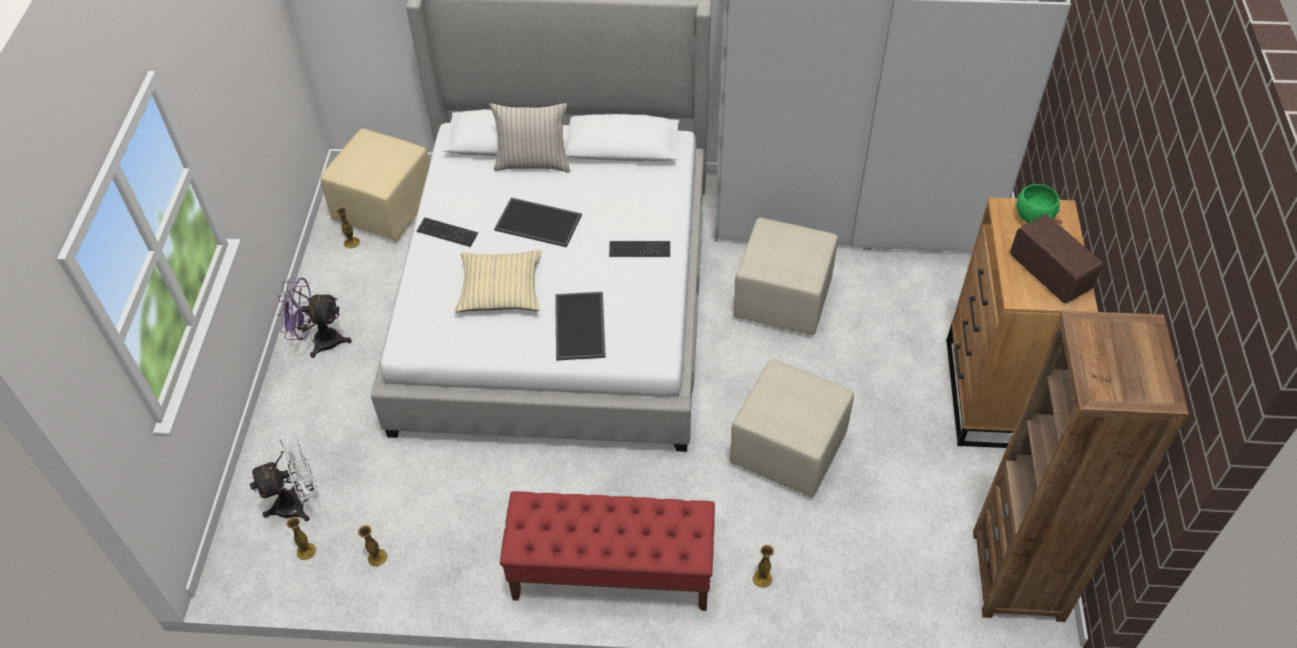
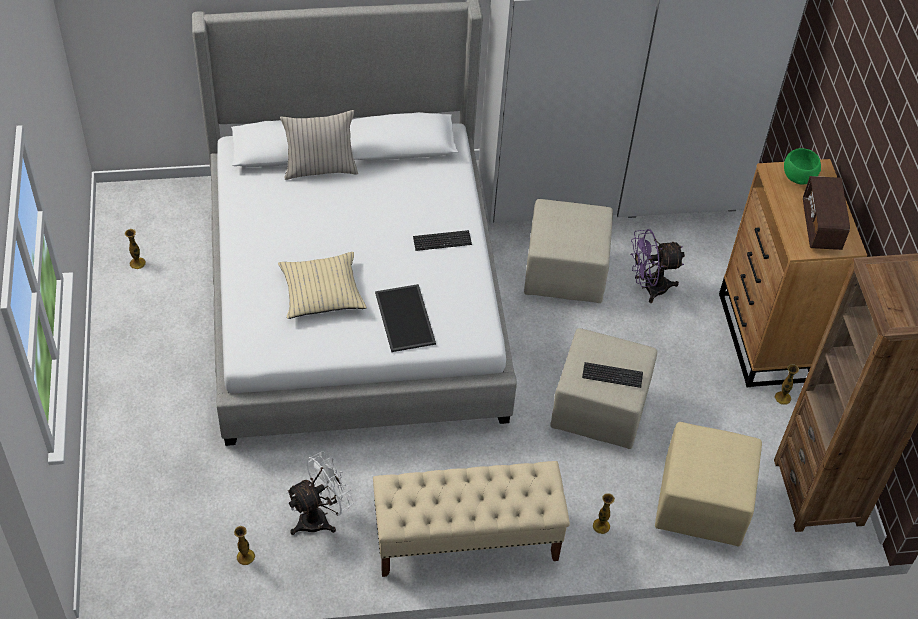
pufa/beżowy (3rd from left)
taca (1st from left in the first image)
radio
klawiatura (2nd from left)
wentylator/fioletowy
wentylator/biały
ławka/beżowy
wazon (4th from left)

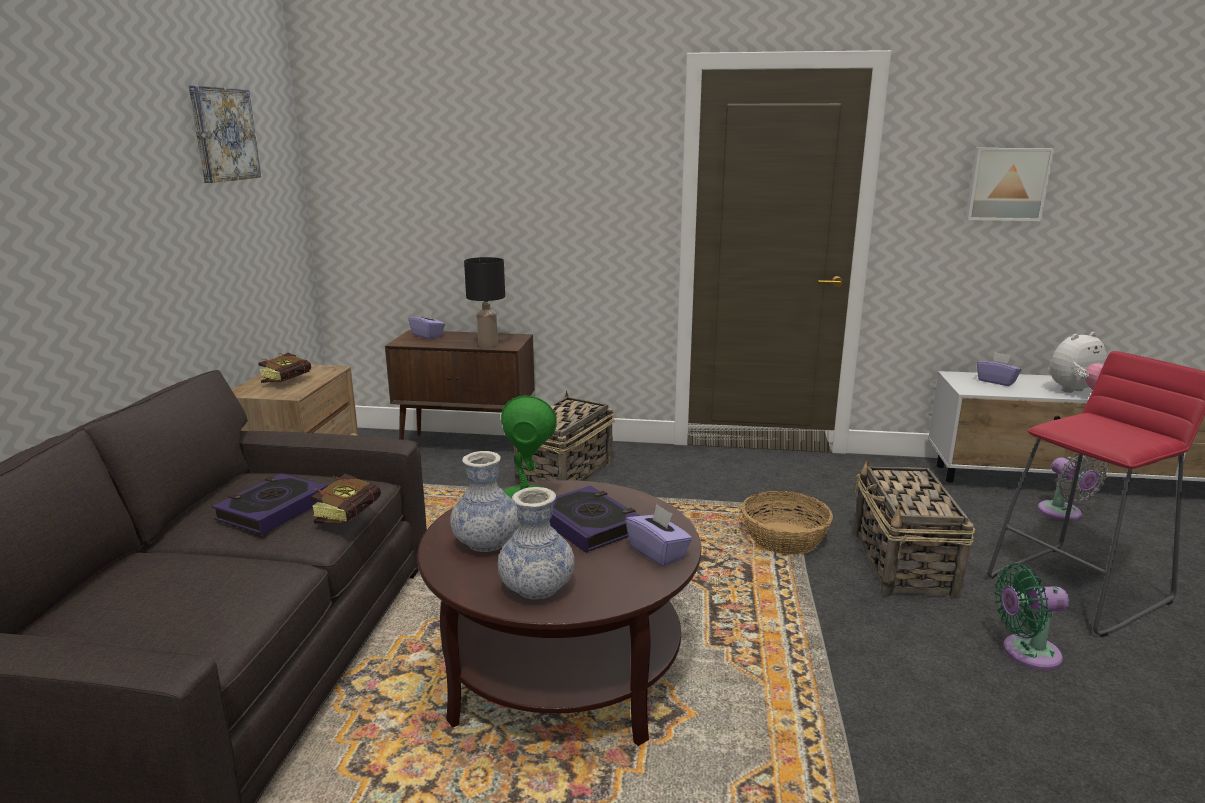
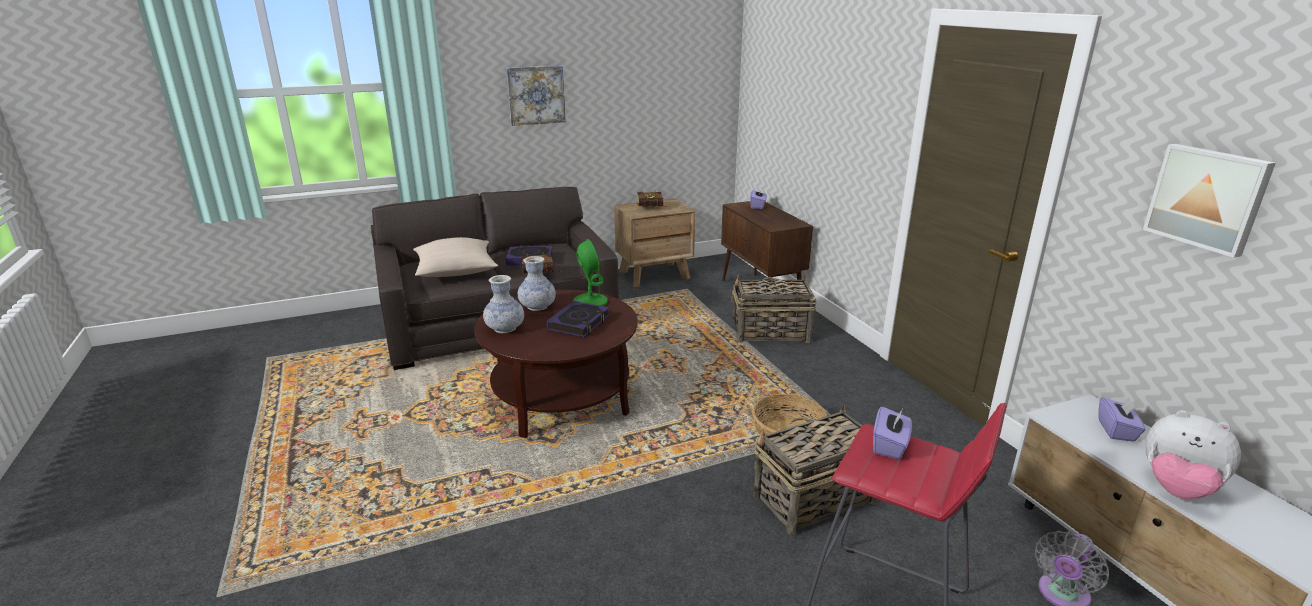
obraz (1st from left)
lampa stołowa/czarny
pudełko chusteczek/fioletowy (2nd from left)
wentylator/zielony
poduszka/beżowy

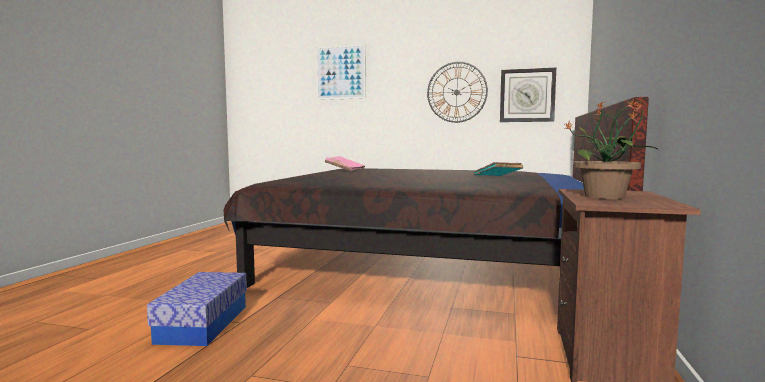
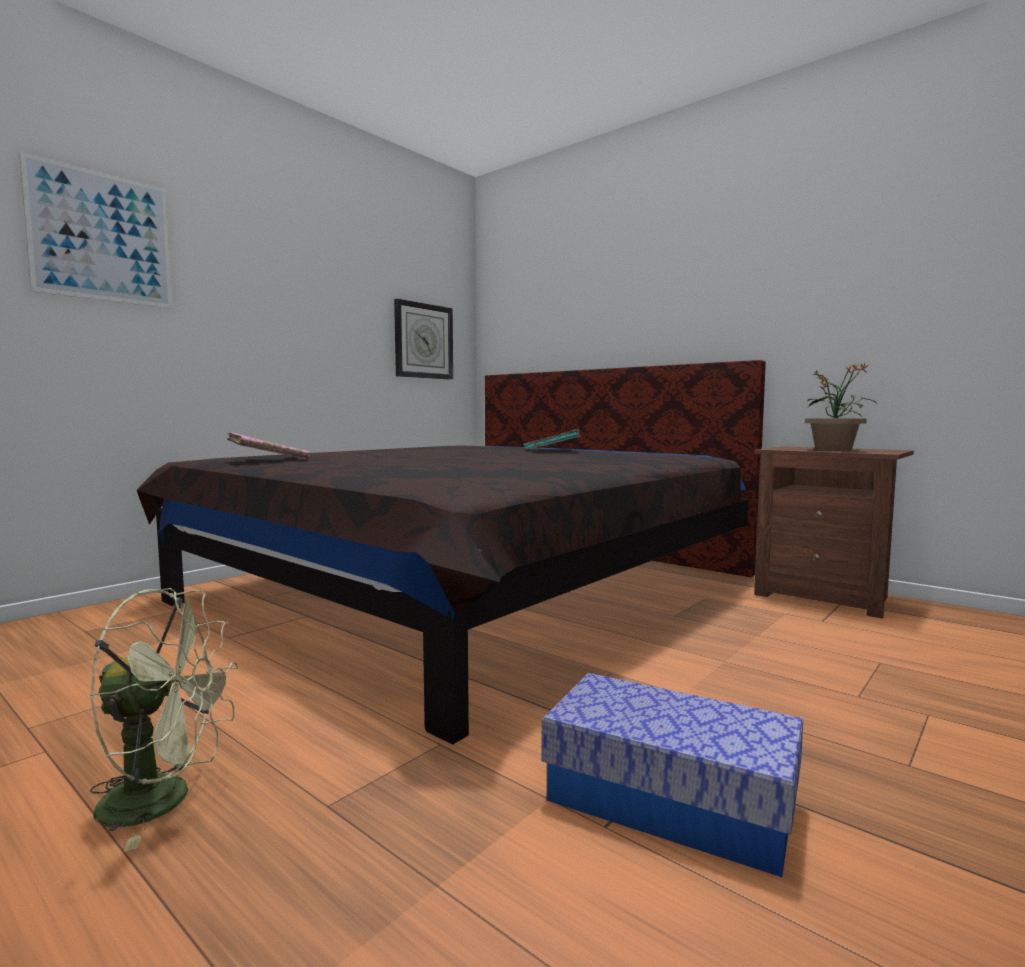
zegar ścienny (1st from left in the first image)
wentylator/zielony

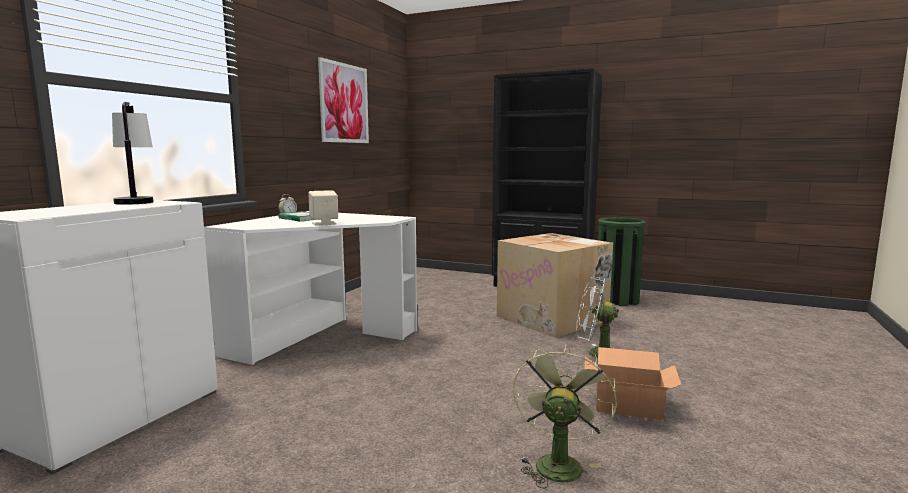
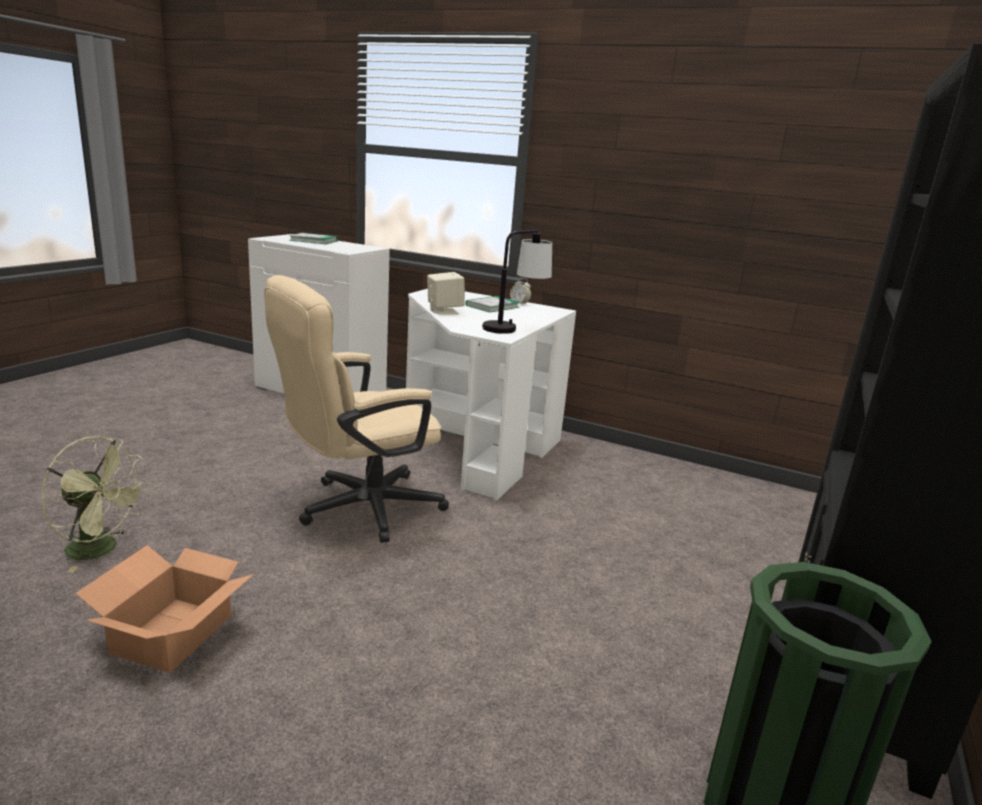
obraz
lampa stołowa
karton (1st from left in the first image)
wentylator/biały
książka (1st from left)
krzesło biurowe/beżowy

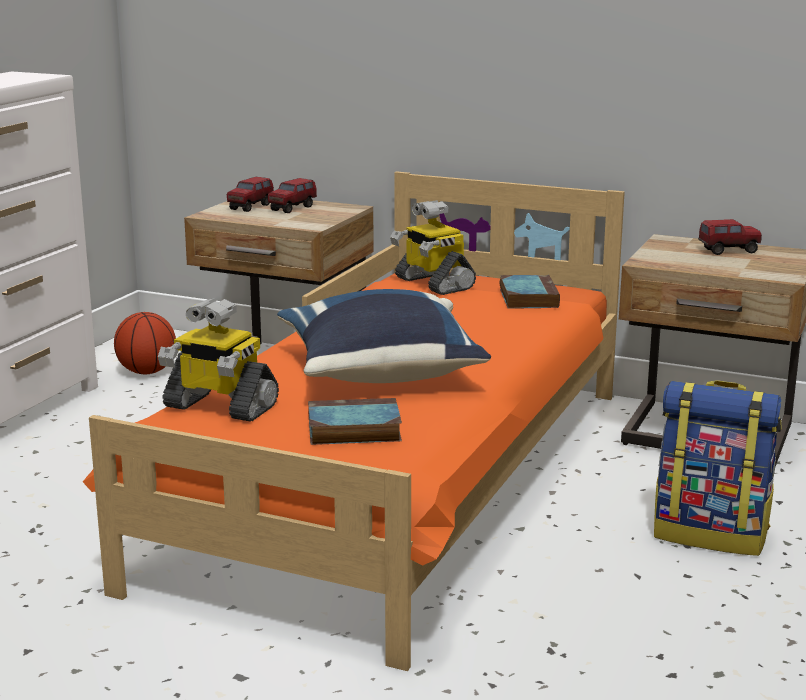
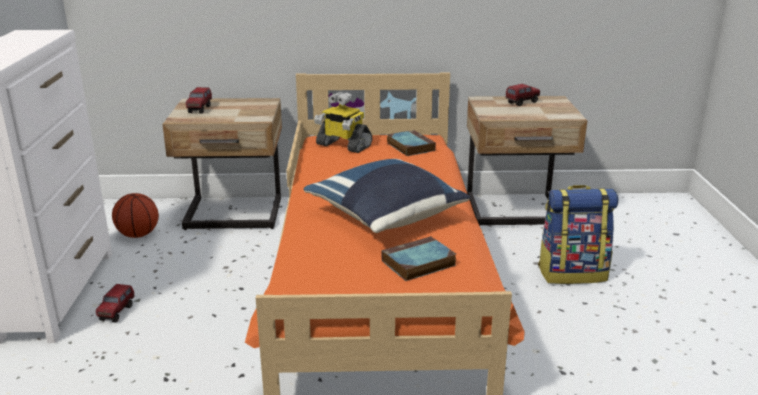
ciężarówka zabawkowa (1st from left)
robot zabawkowy (1st from left in the first image)

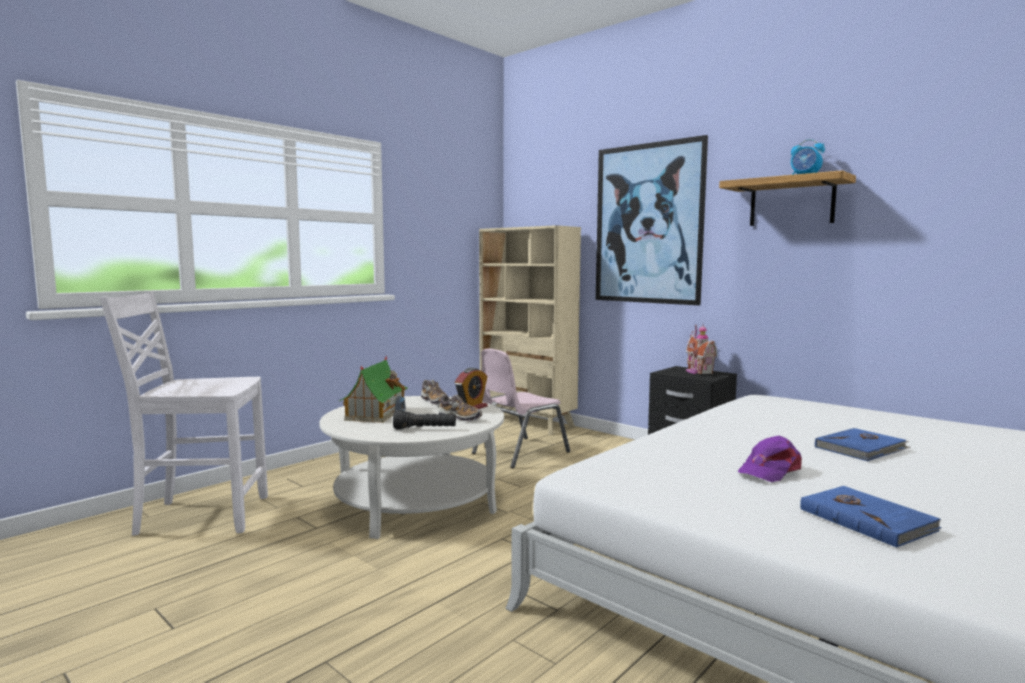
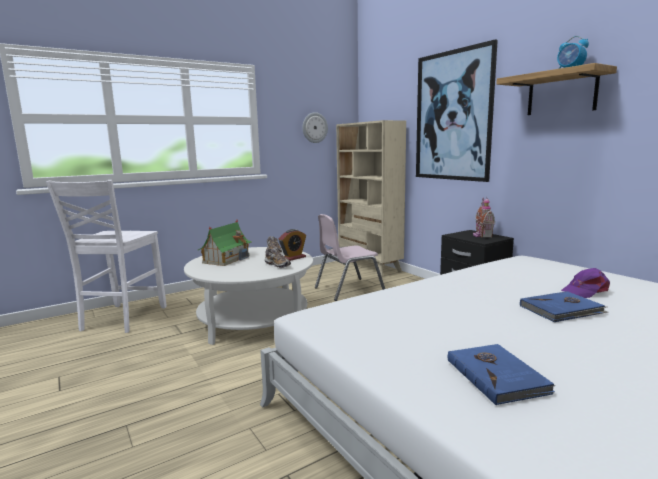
krzesło/biały
latarka/czarny
czapka z daszkiem/fioletowy
zegar ścienny

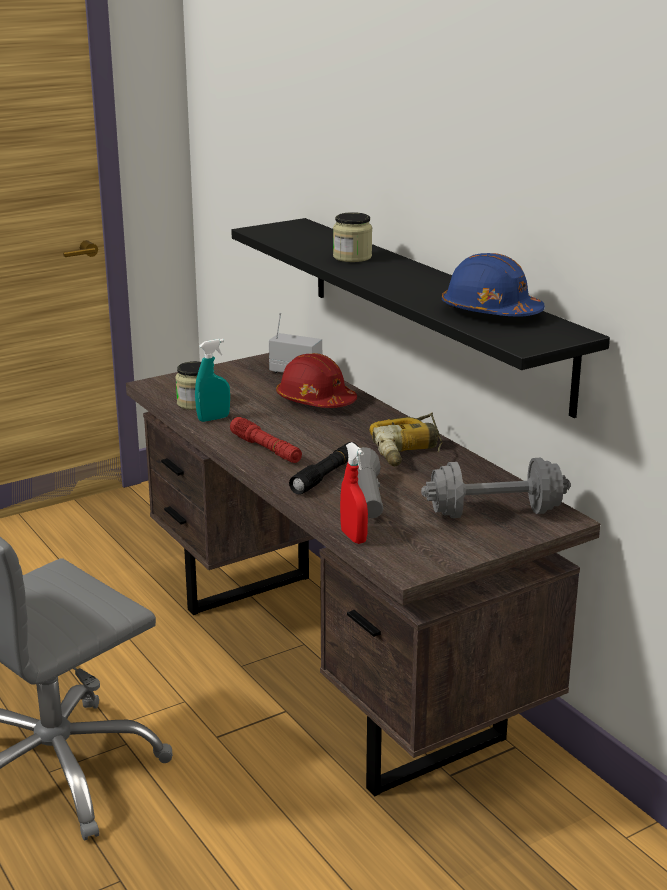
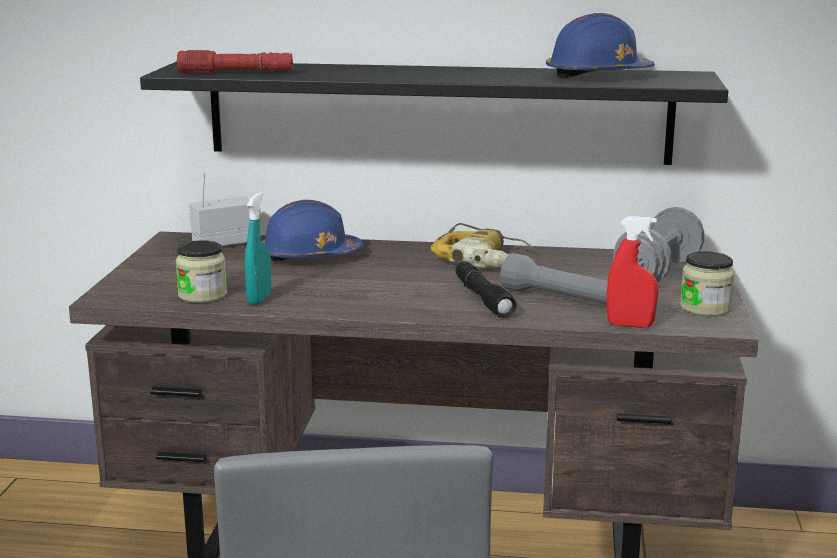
słoik (2nd from left)
kask/niebieski (1st from left)
latarka/czerwony

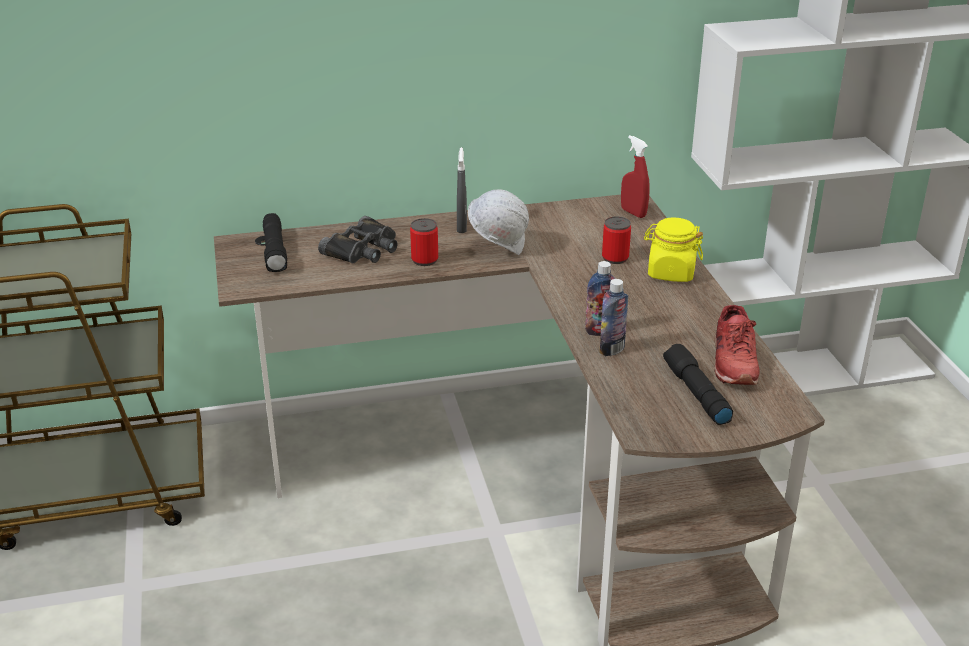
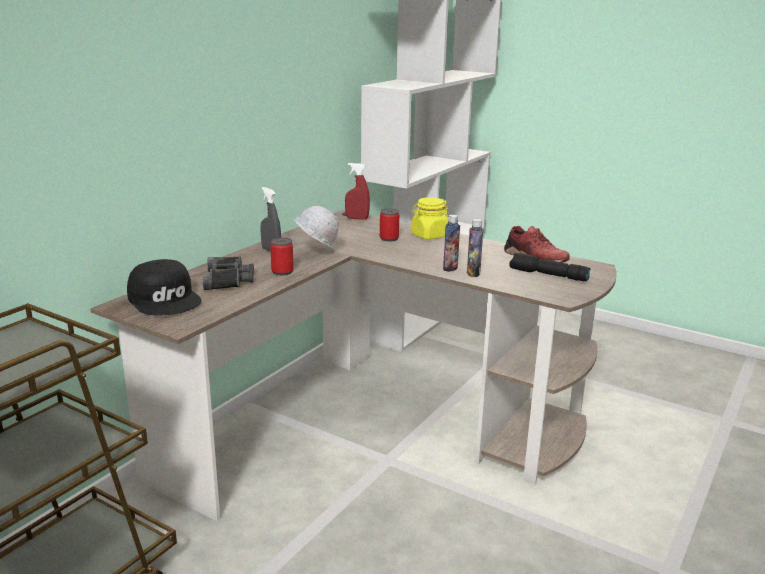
czapka z daszkiem/czarny

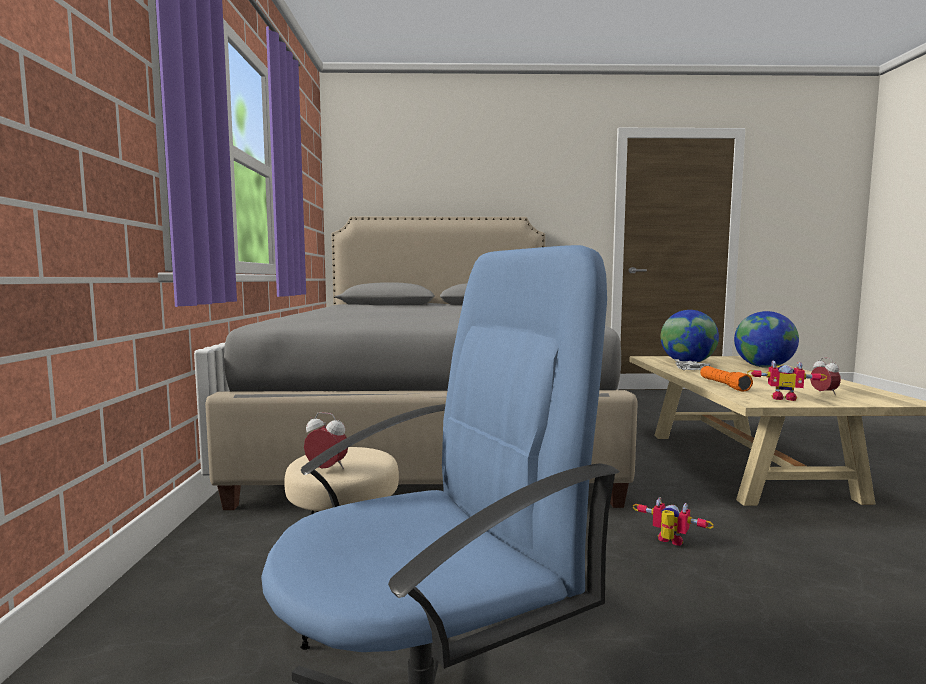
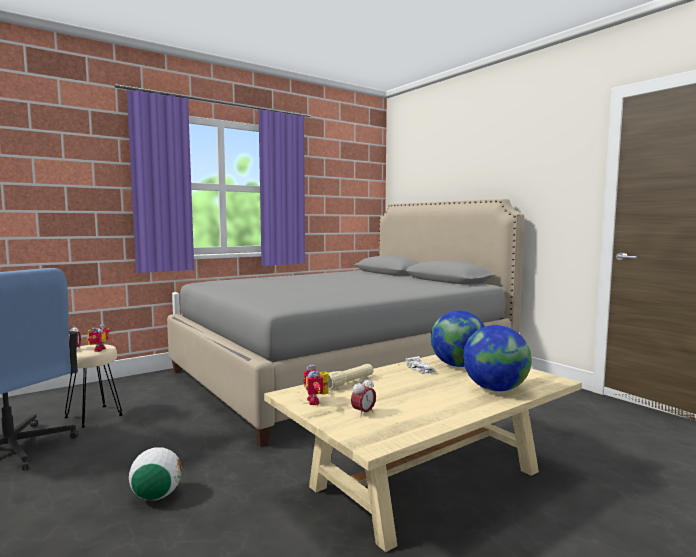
latarka/beżowy
robot zabawkowy (1st from left)
piłka futbolowa

